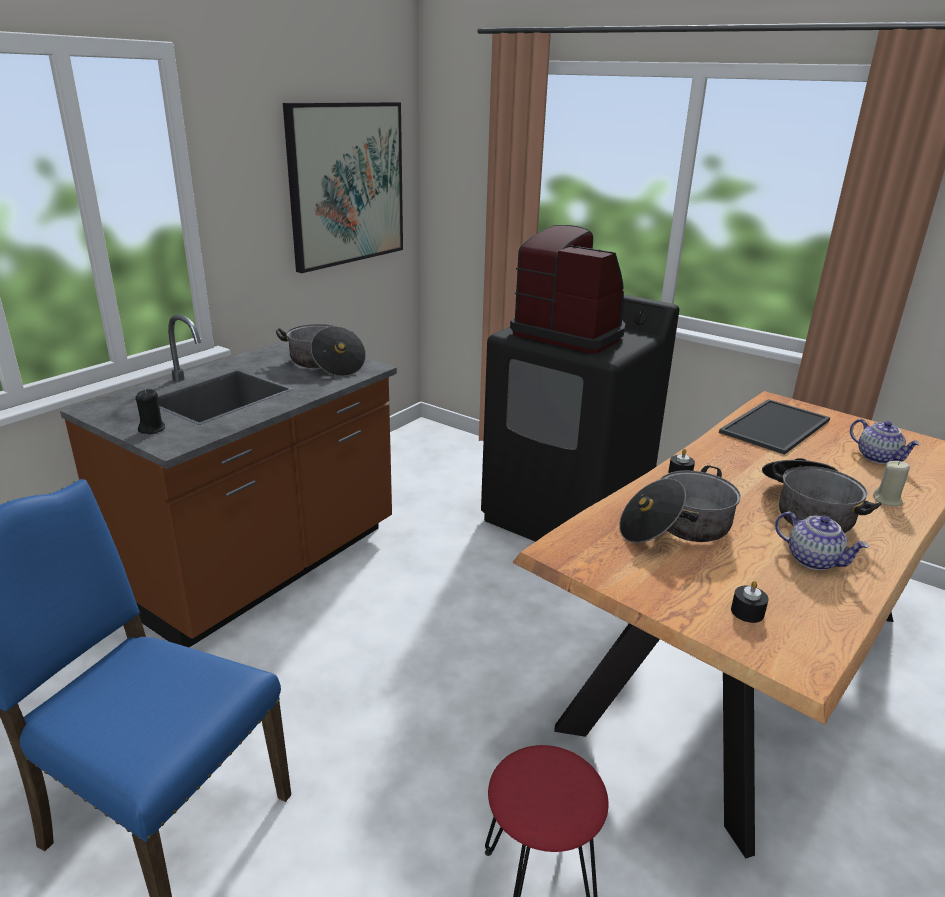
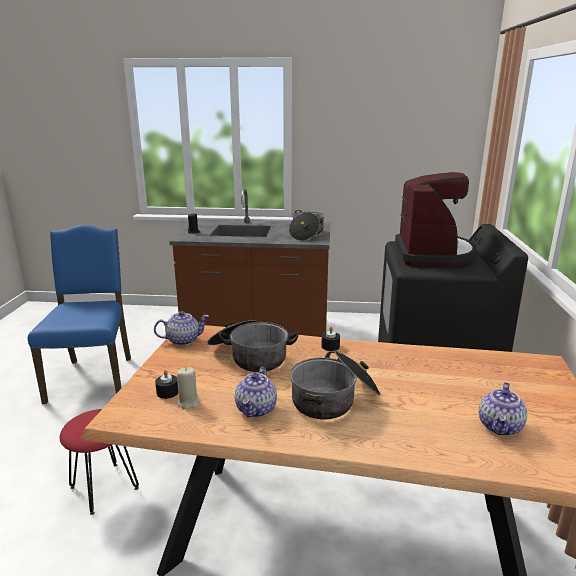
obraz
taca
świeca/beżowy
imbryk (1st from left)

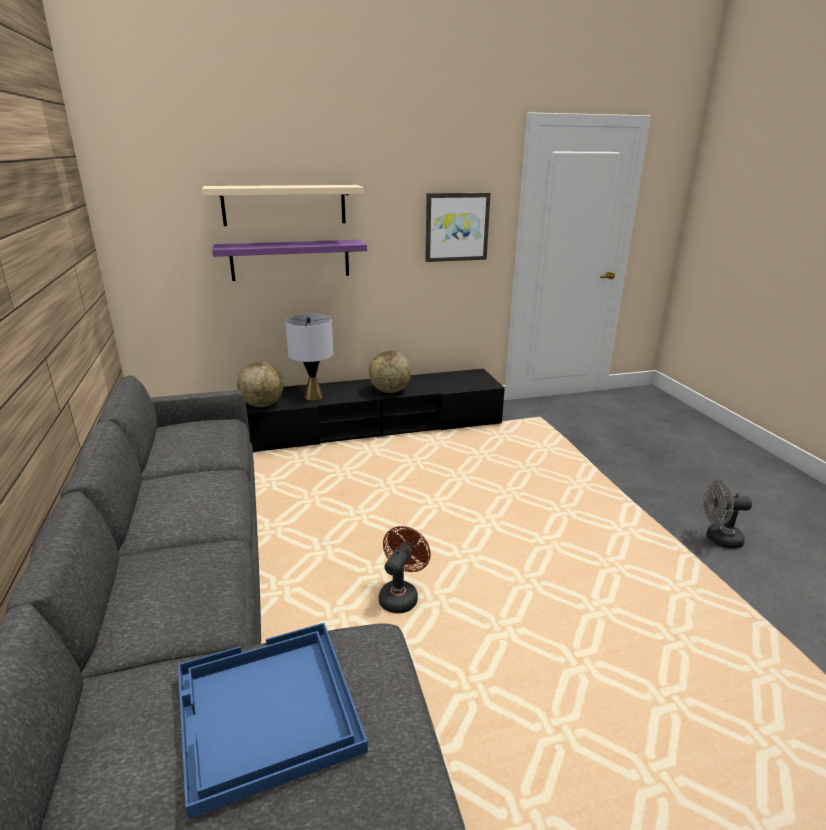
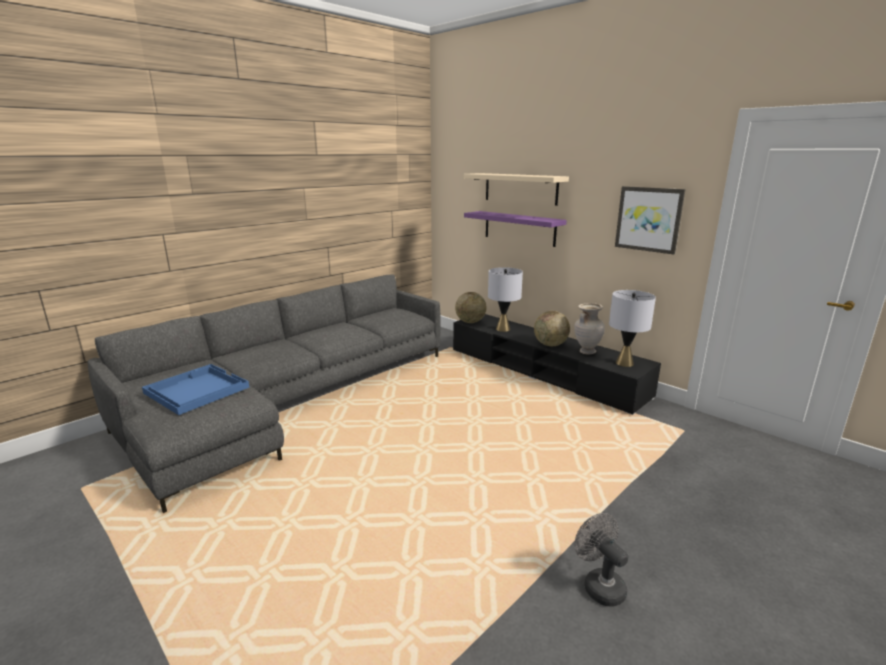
wentylator/brązowy
lampa stołowa/szary (2nd from left)
wazon/beżowy

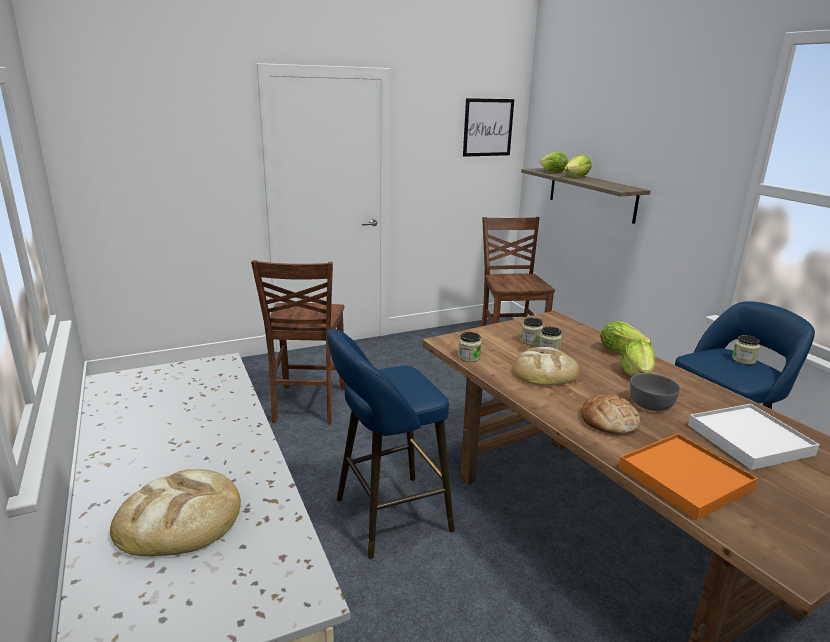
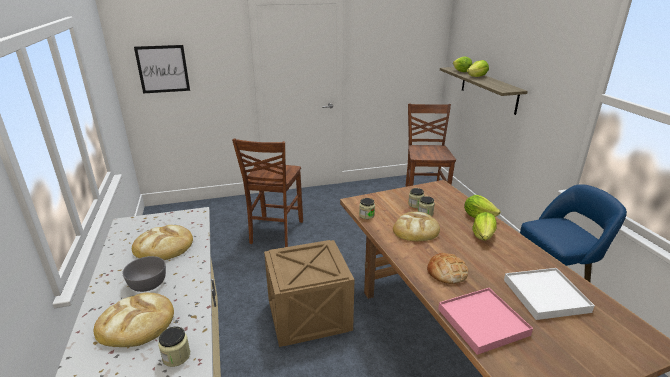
obraz
skrzynka
słoik (1st from left)
miska/szary
taca/różowy
chleb (2nd from left)

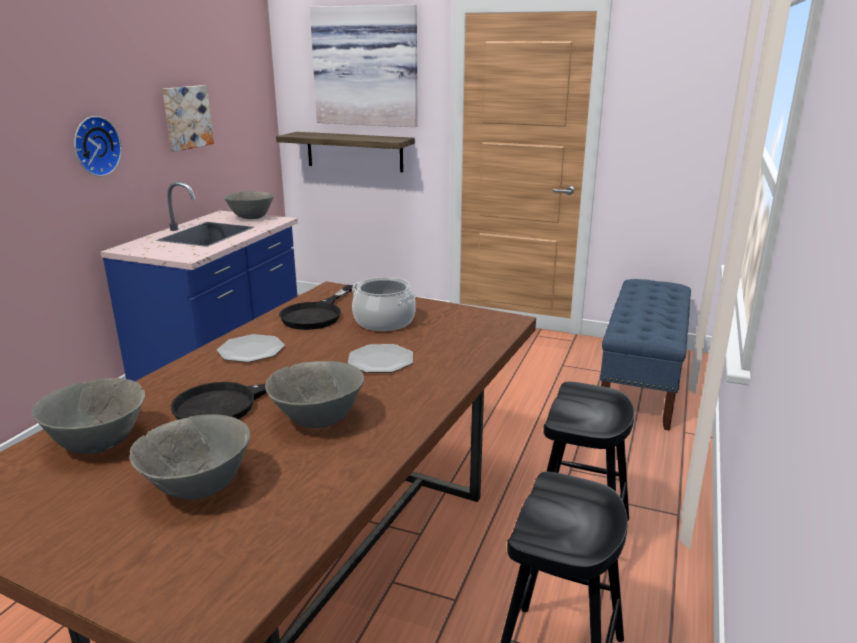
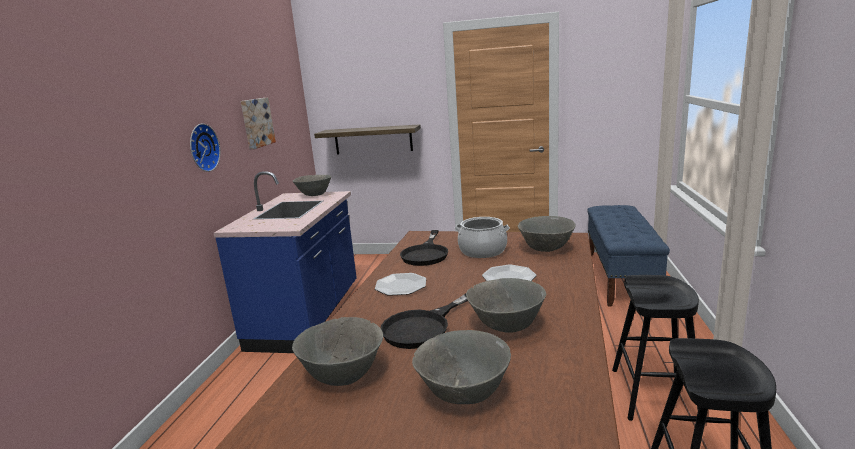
obraz (2nd from left in the first image)
miska/szary (5th from left)

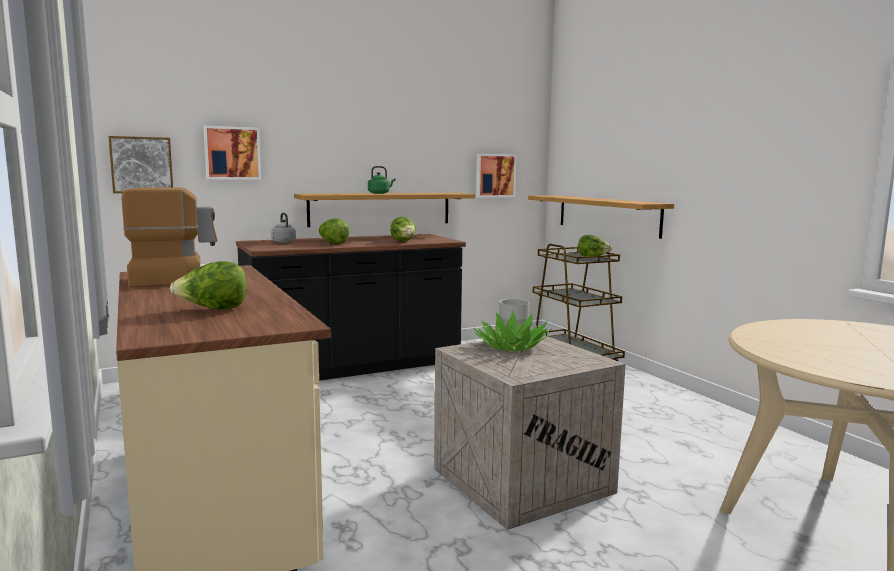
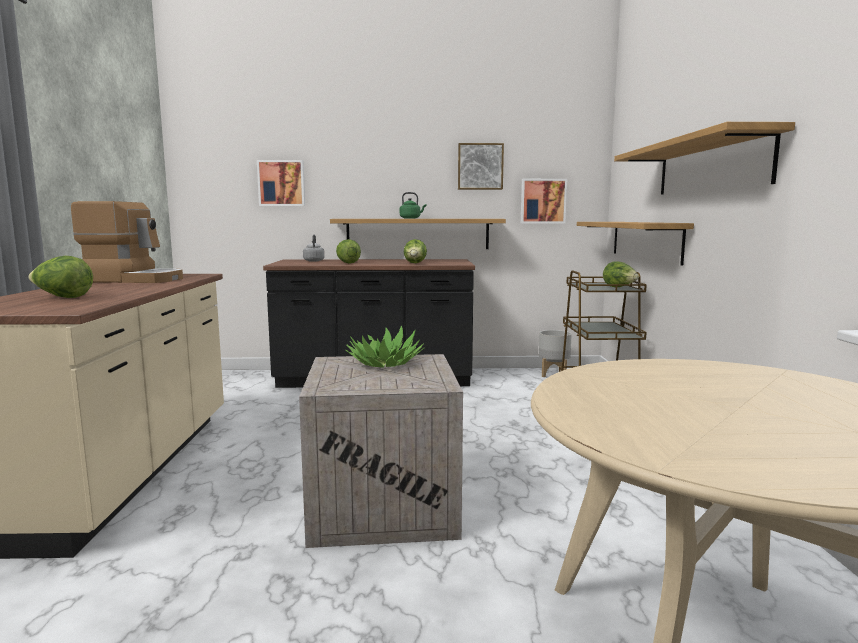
obraz (2nd from left)
półka (3rd from left)

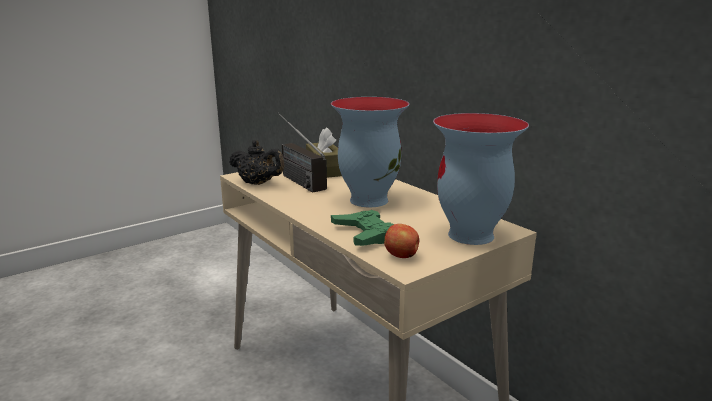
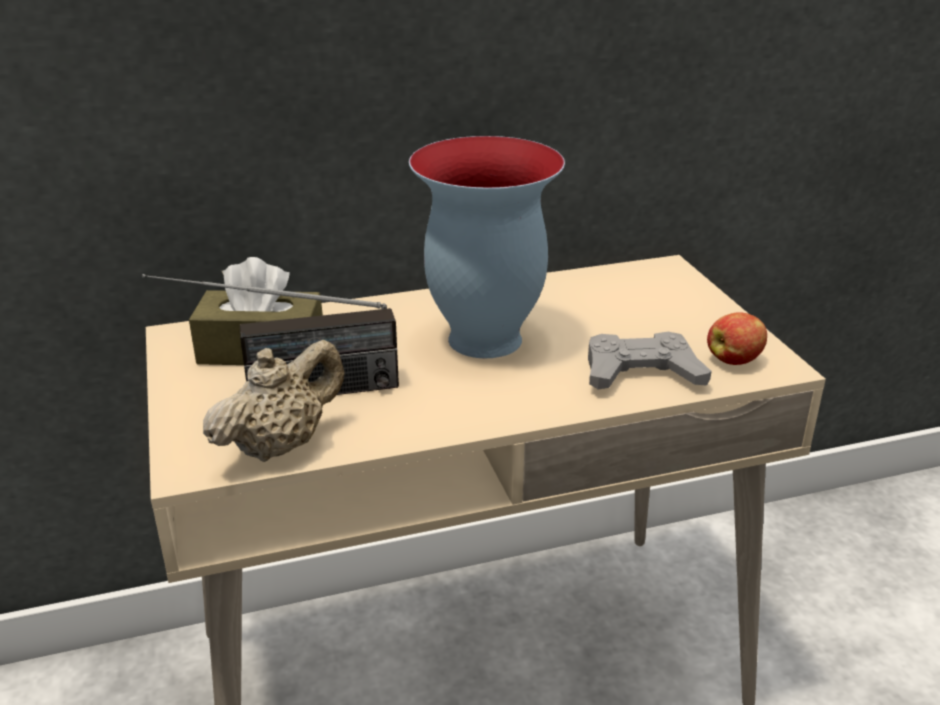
wazon (2nd from left in the first image)
imbryk/beżowy
pad do gier/szary

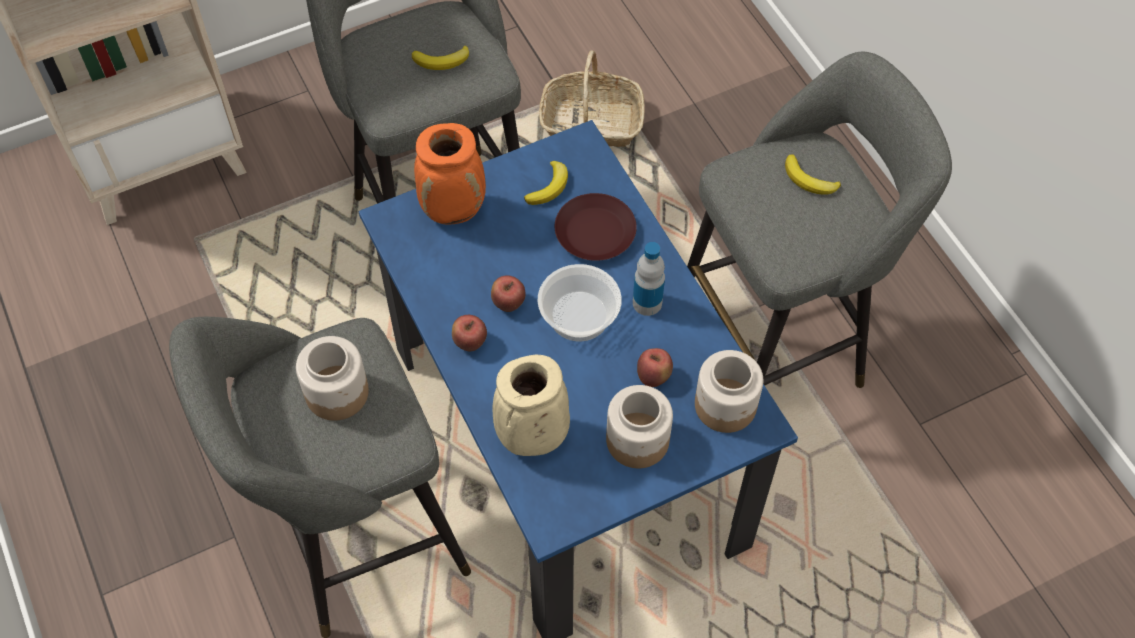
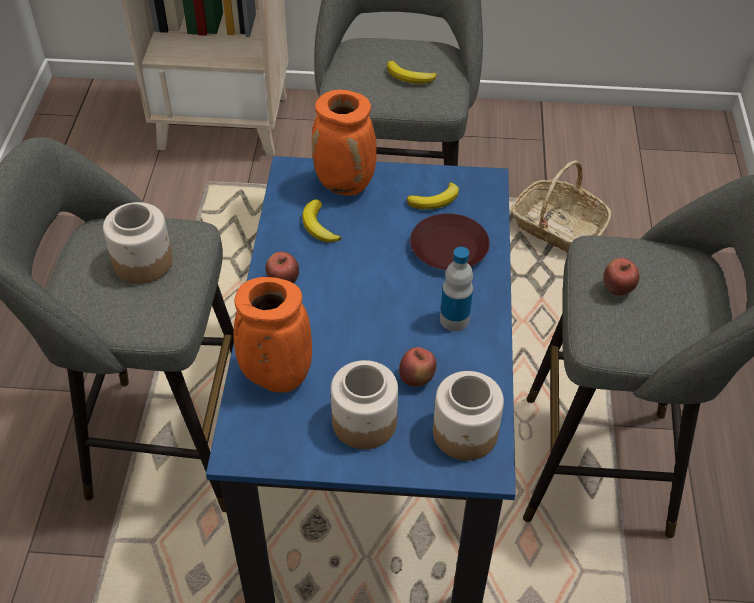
banan (1st from left)
miska
jabłko (3rd from left)
wazon/pomarańczowy (1st from left)

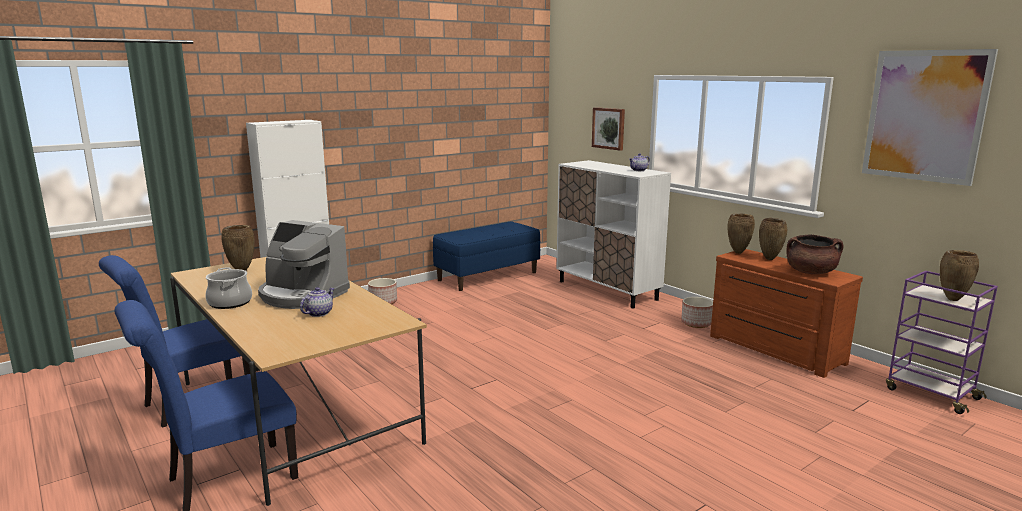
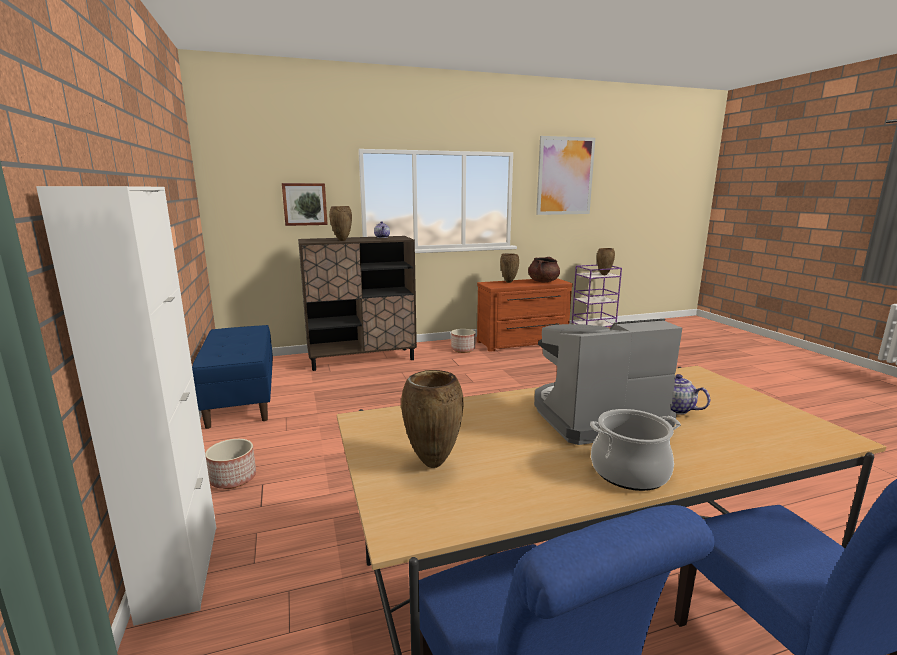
szafka/brązowy
wazon/brązowy (1st from left)
ekspres do kawy

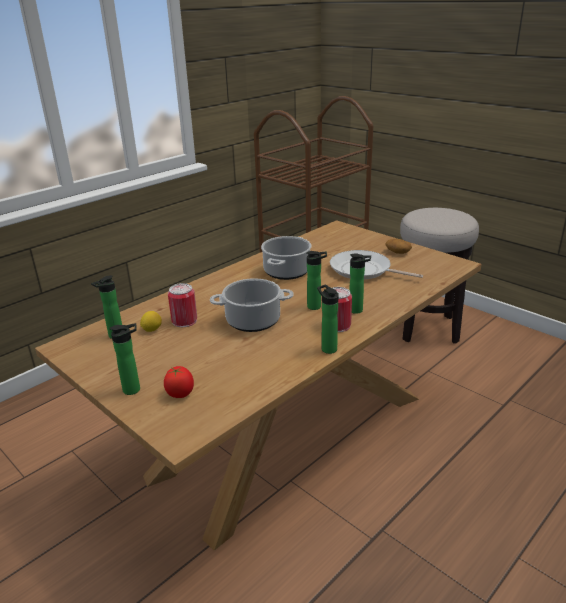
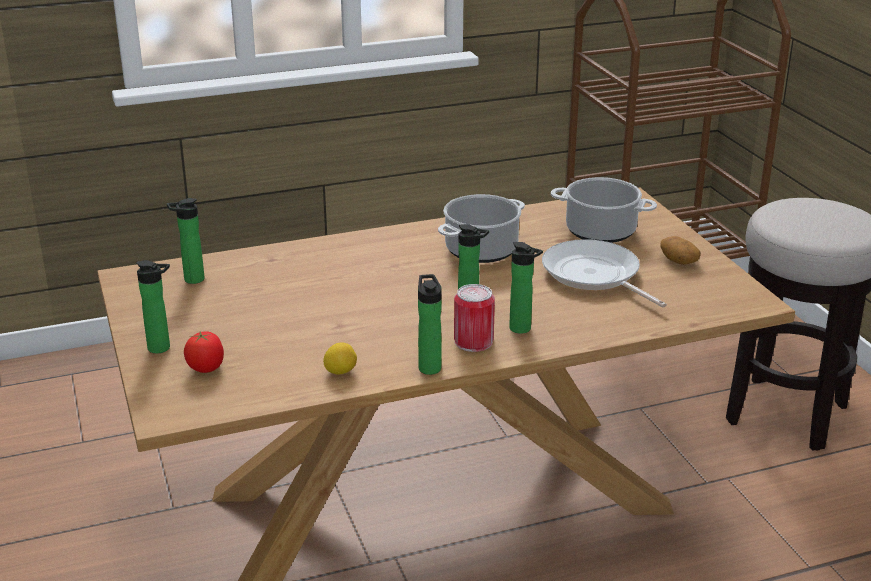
garnek (2nd from left)
puszka (1st from left in the first image)
cytryna

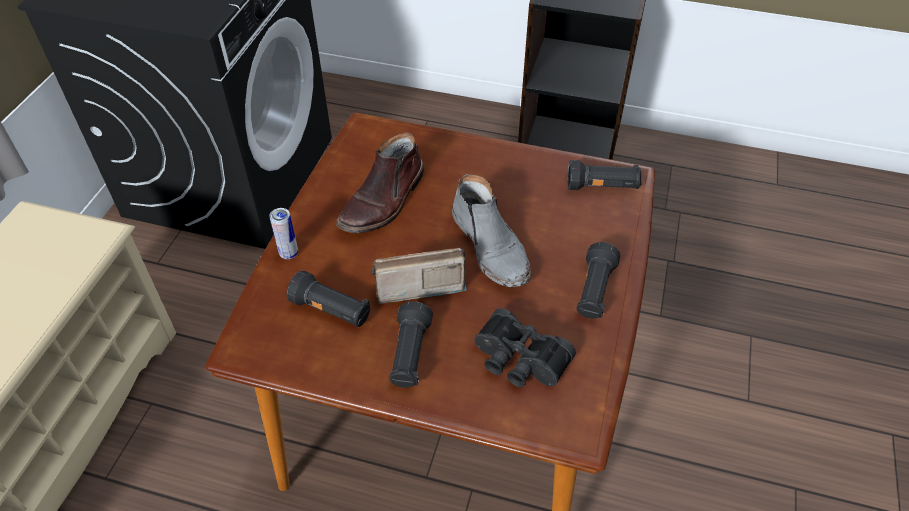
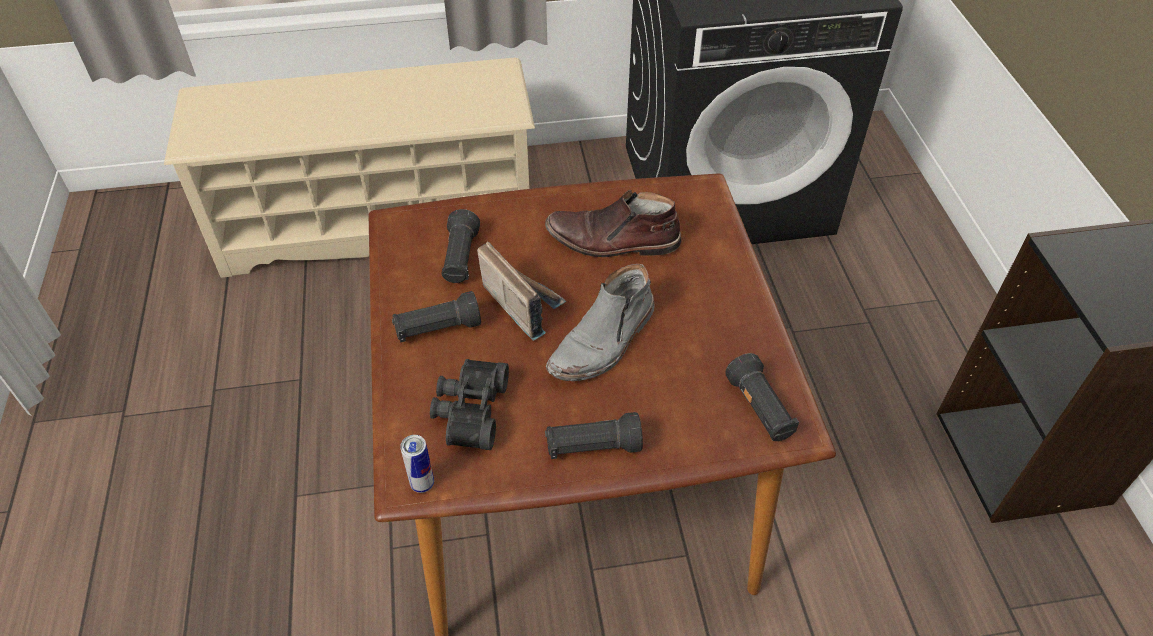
puszka

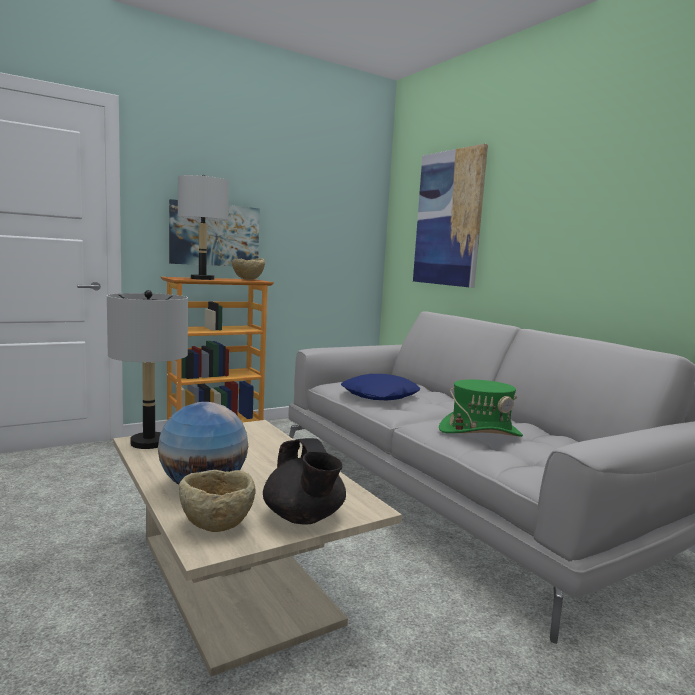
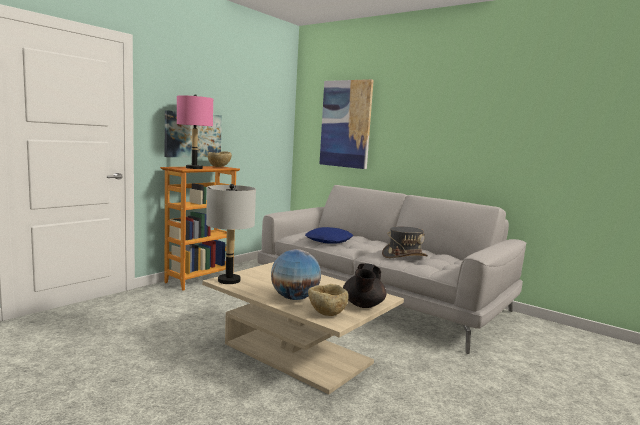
lampa stołowa/różowy
kapelusz/szary
imbryk/czarny

